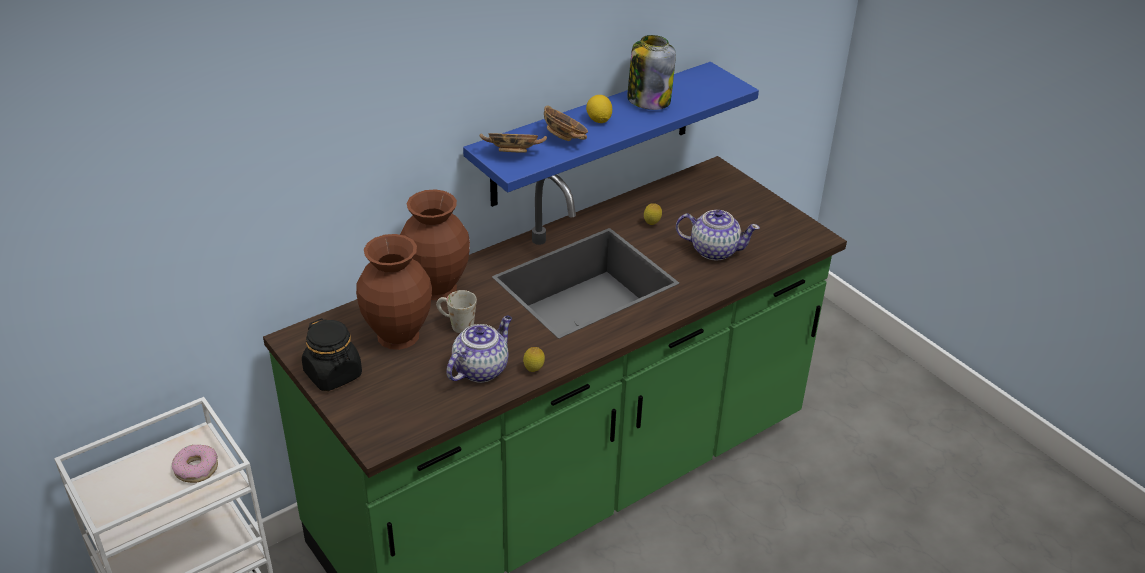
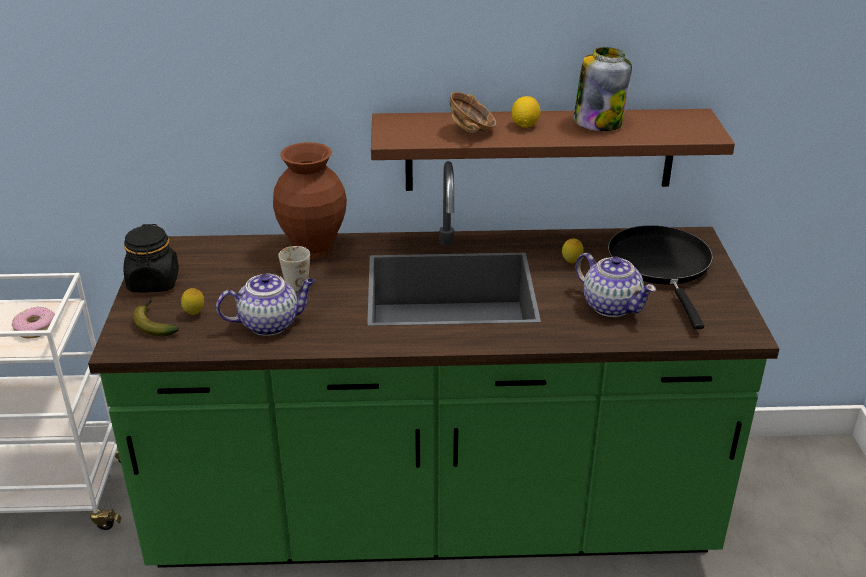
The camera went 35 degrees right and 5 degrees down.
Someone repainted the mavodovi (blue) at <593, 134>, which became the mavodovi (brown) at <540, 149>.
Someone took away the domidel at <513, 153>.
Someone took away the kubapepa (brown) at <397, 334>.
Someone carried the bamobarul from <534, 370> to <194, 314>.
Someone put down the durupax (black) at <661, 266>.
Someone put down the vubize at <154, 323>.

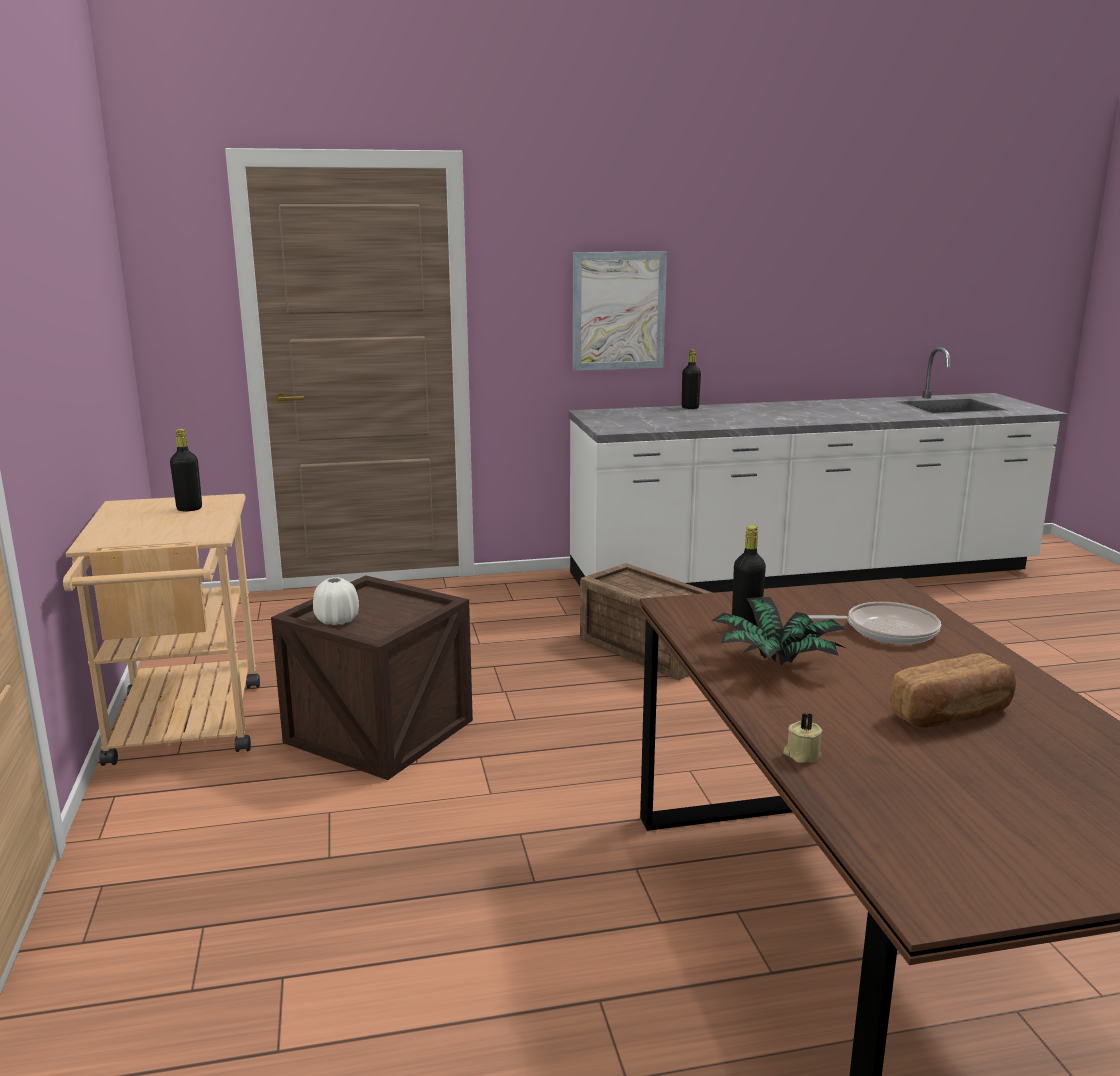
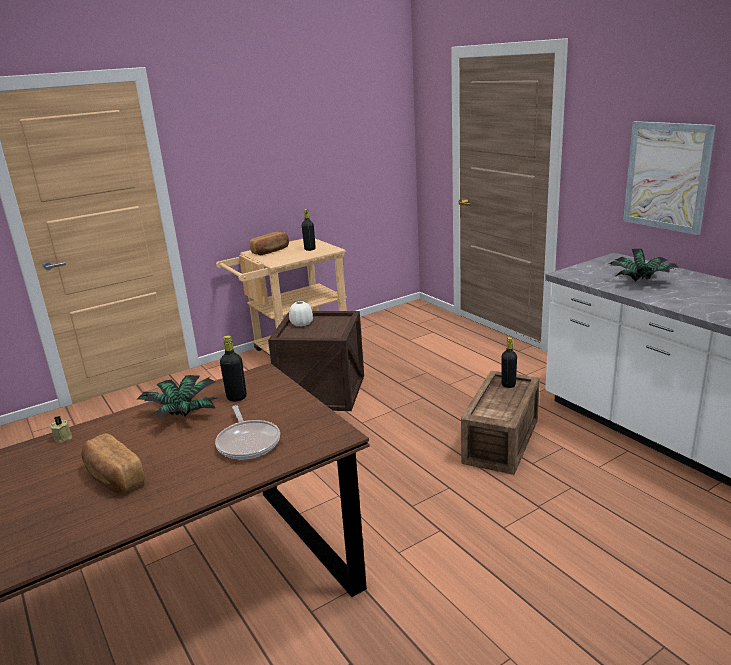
The camera went 70 degrees right and 5 degrees up.
Someone carried the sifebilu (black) from <690, 407> to <508, 385>.
Someone put down the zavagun at <271, 251>.
Someone put down the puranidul at <641, 281>.

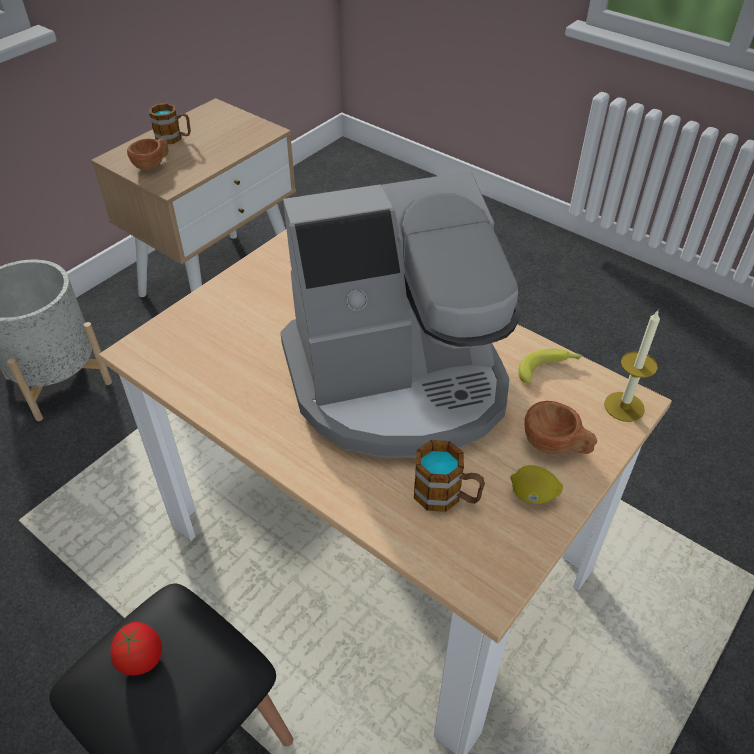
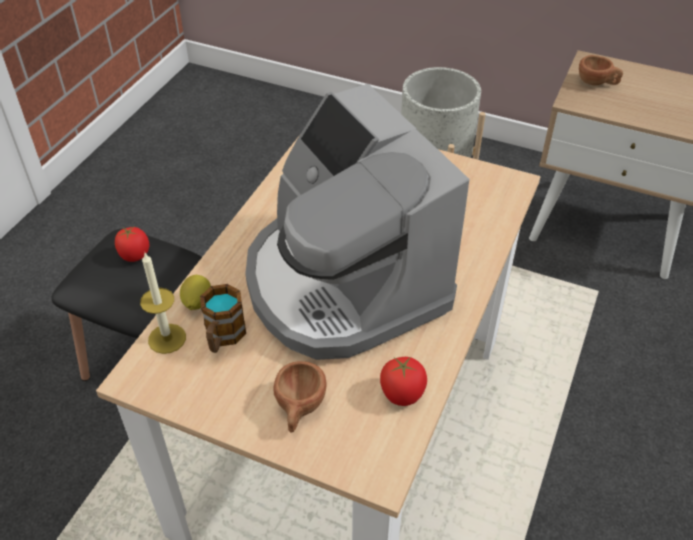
The camera went 75 degrees right and 0 degrees up.
Someone took away the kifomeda at <174, 138>.
Someone carried the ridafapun from <624, 406> to <167, 338>.
Someone swapped the vubize at <549, 369> for the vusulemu at <402, 394>.
Someone carried the bamobarul from <532, 496> to <197, 303>.

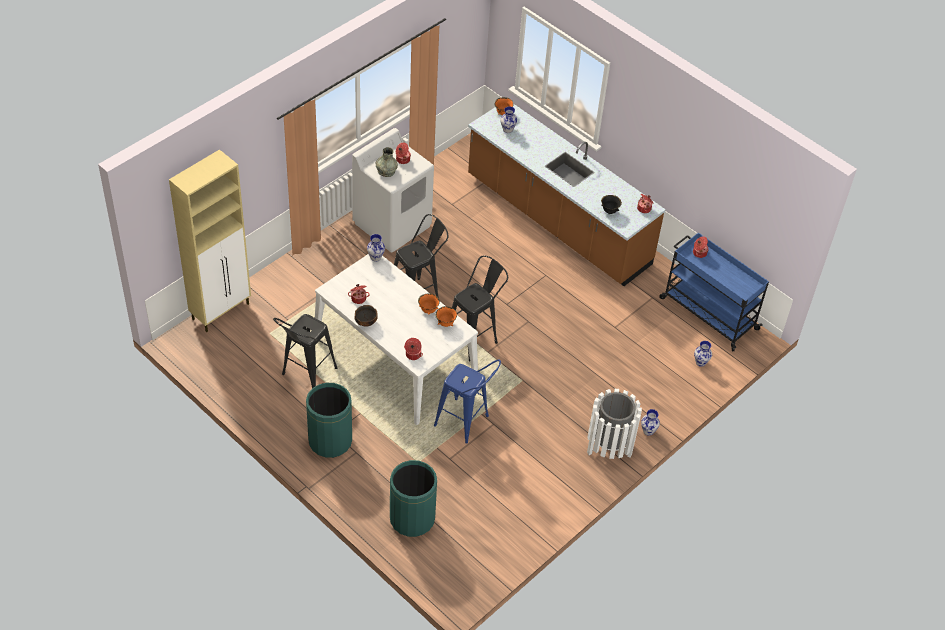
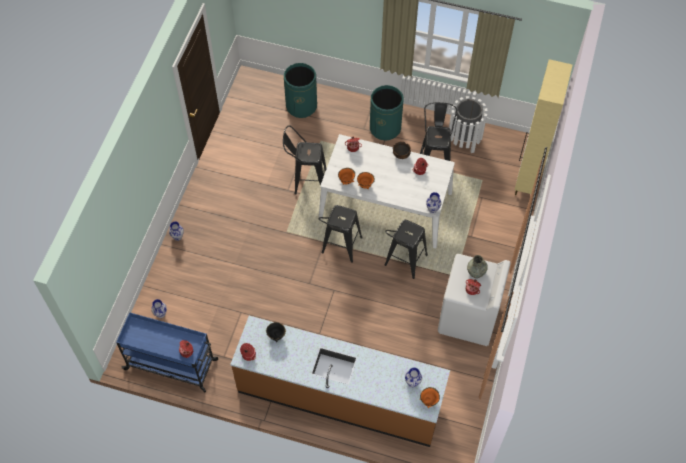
The camera went 155 degrees right and 10 degrees up.
Someone repainted the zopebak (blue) at <466, 424>, which became the zopebak (black) at <306, 181>.
Someone carried the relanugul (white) from <609, 447> to <464, 140>.

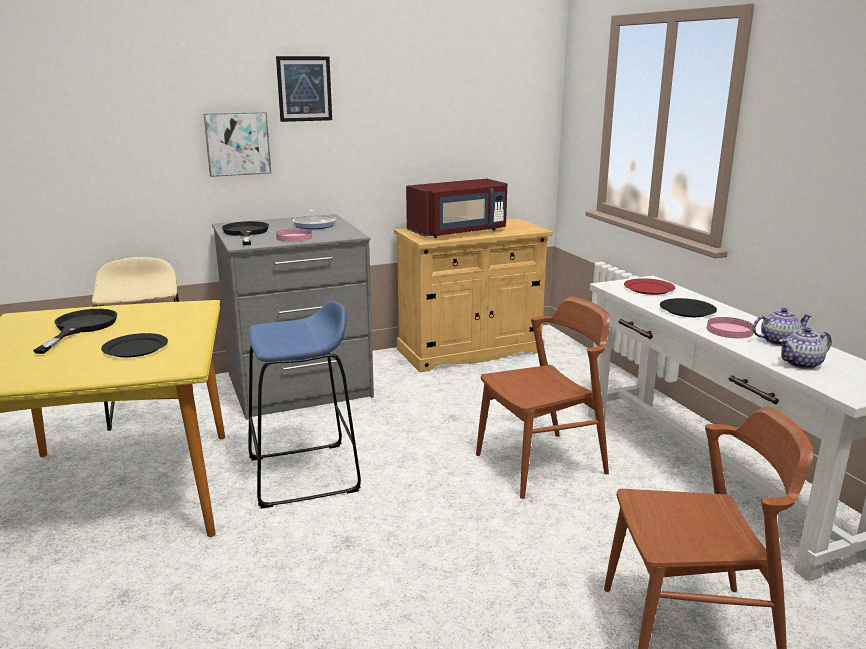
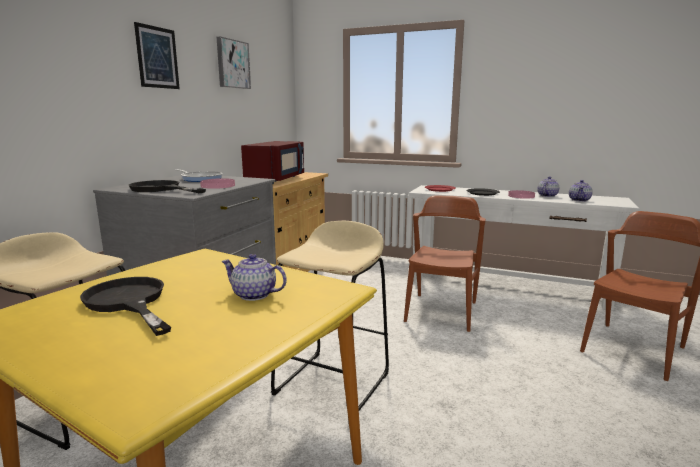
The camera went 45 degrees left and 5 degrees down.
Someone carried the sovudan from <237, 143> to <232, 64>.
Someone repainted the zopebak (blue) at <303, 474>, which became the zopebak (beige) at <333, 383>.
Someone swapped the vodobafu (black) at <135, 348> for the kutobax at <254, 295>.

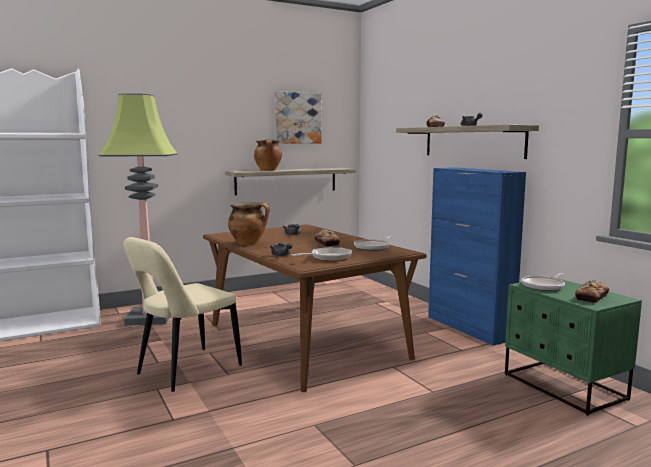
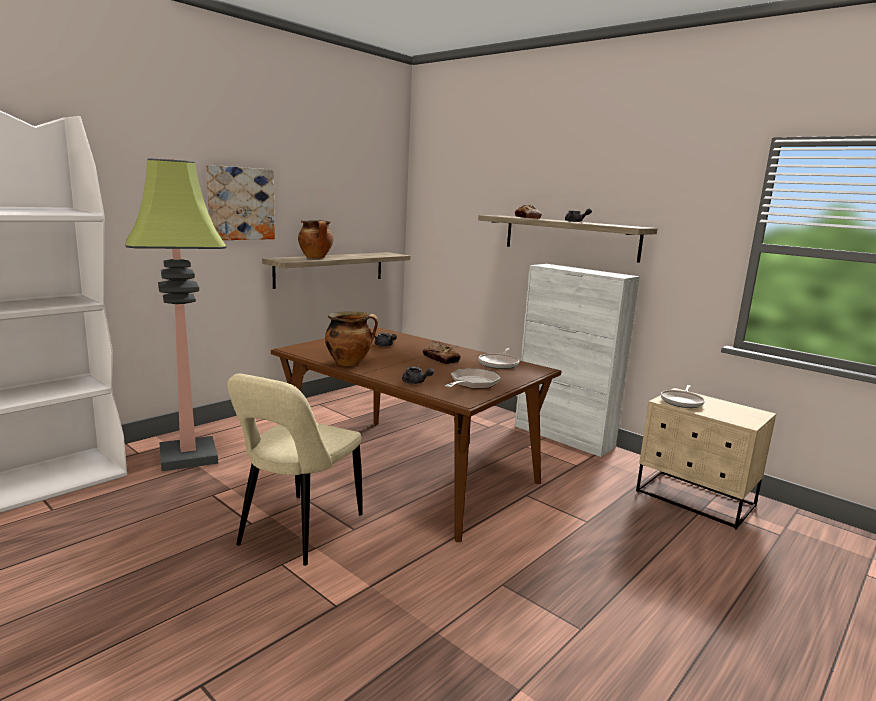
The camera went 20 degrees left and 5 degrees up.
Someone carried the sovudan from <298, 118> to <240, 203>.
Someone repainted the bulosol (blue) at <469, 328>, which became the bulosol (white) at <563, 437>.
Someone repainted the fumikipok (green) at <563, 387>, which became the fumikipok (beige) at <695, 499>.
Someone took away the zavagun at <591, 297>.

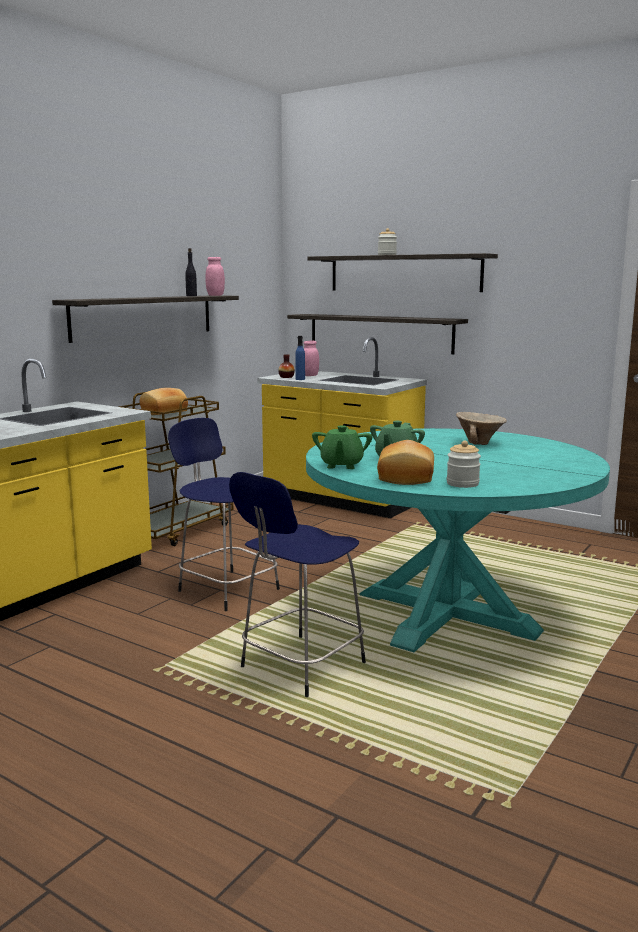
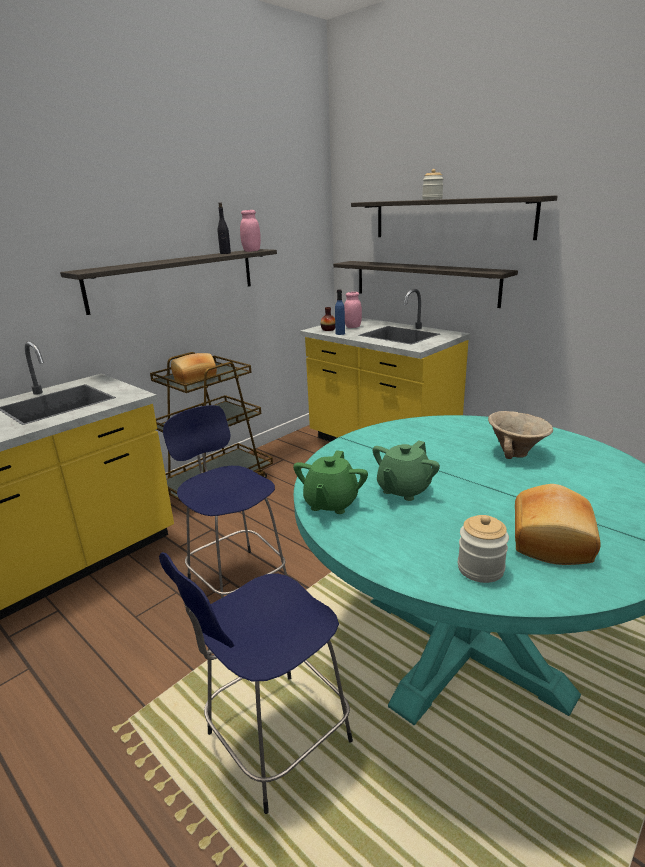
The camera went 10 degrees right and 10 degrees up.
Someone carried the zavagun from <407, 477> to <554, 540>.

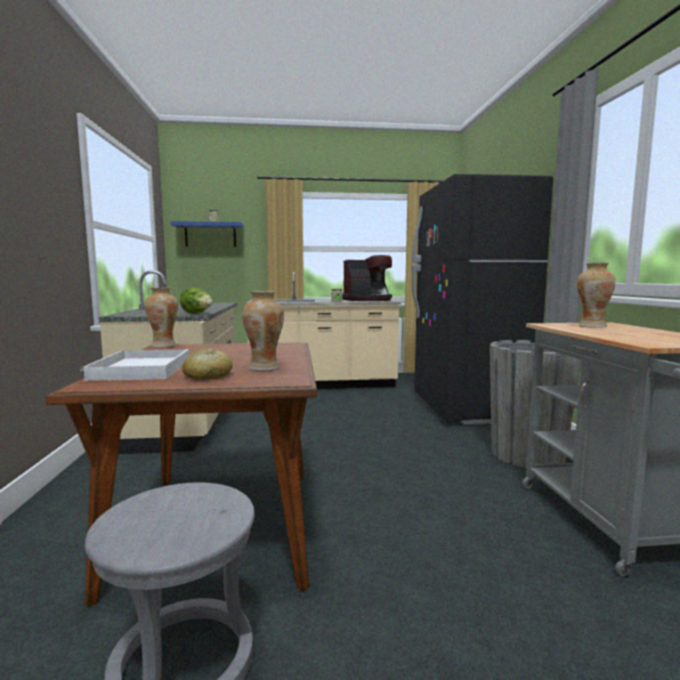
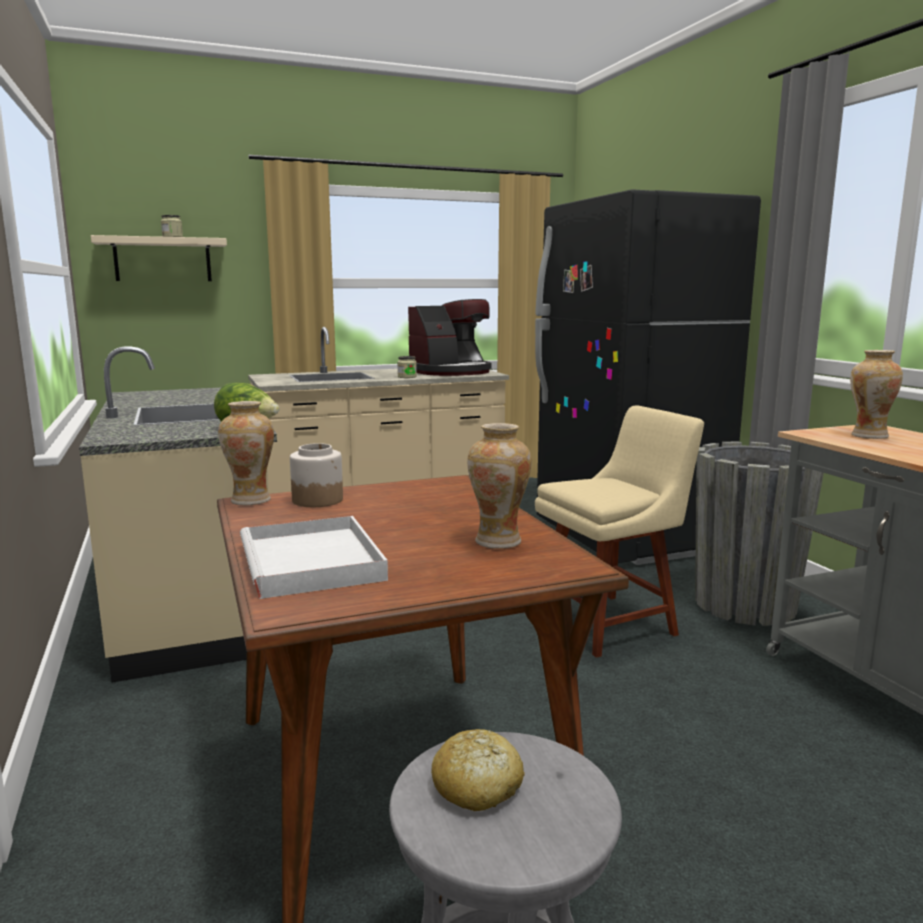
The camera went 15 degrees left and 5 degrees up.
Someone repainted the mavodovi (blue) at <210, 235>, which became the mavodovi (beige) at <163, 260>.
Someone carried the zavagun from <208, 376> to <477, 786>.
Someone put down the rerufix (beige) at <611, 622>.
Someone put down the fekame at <317, 500>.

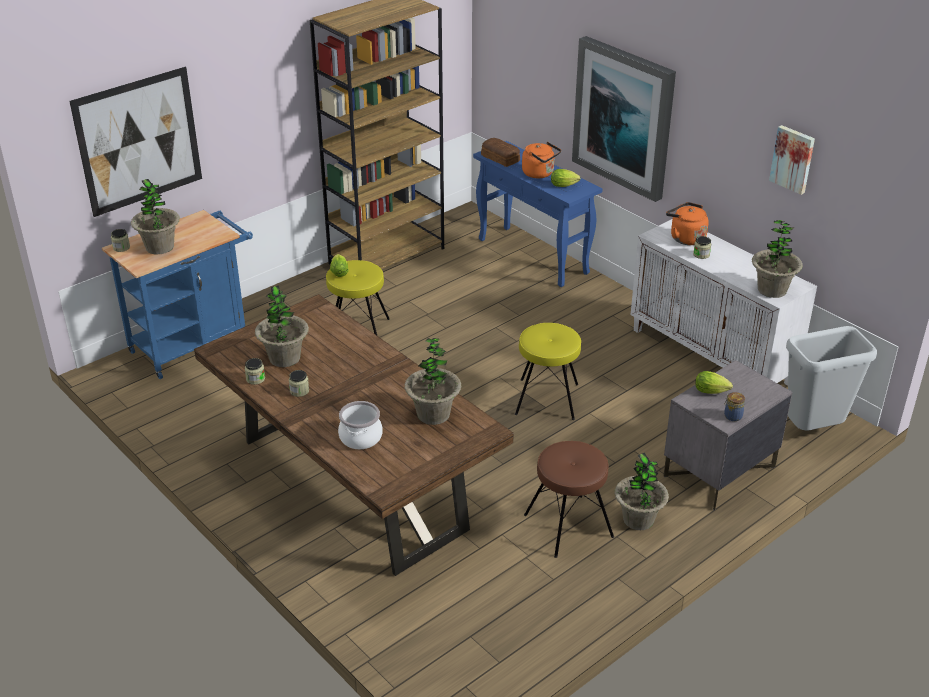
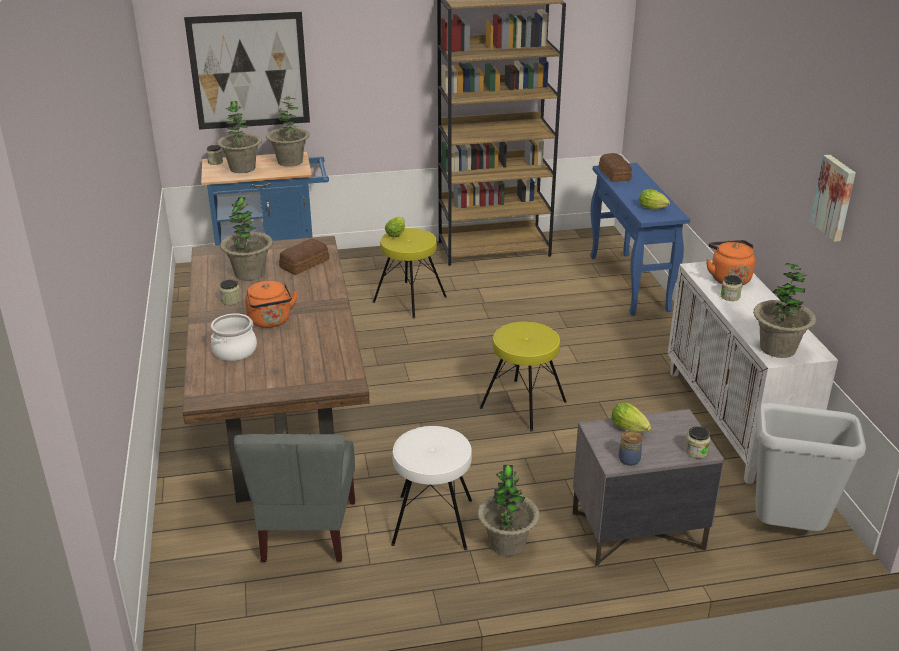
The camera went 30 degrees right and 5 degrees down.
Someone took away the sovudan at <624, 117>.
Someone carried the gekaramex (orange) from <540, 174> to <271, 321>.
Someone carried the puranidul from <433, 414> to <290, 162>.
Someone carried the fekame from <255, 379> to <696, 451>.
Someone repainted the zopebak (brown) at <569, 526>, which became the zopebak (white) at <433, 522>.
Someone put down the zavagun at <303, 264>.
Someone put down the rerufix (grey) at <307, 532>.

